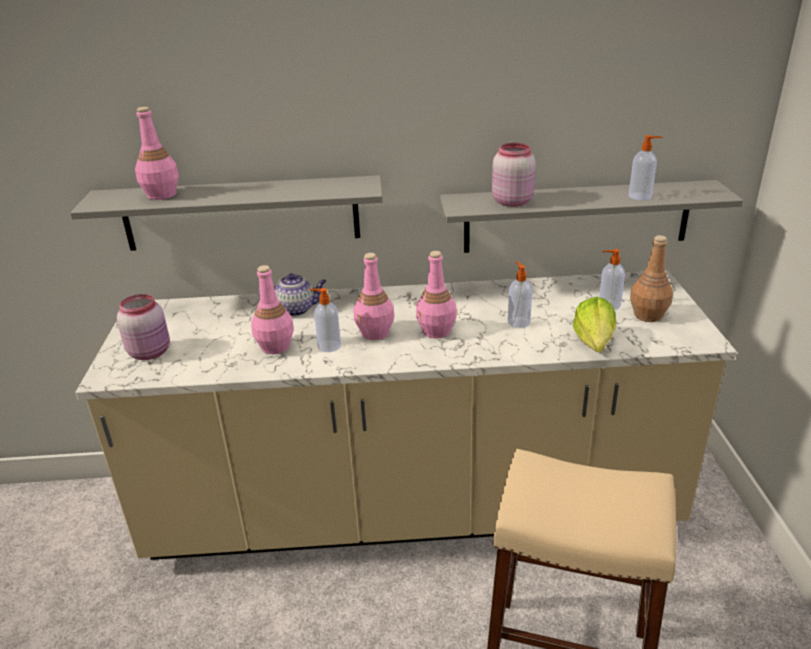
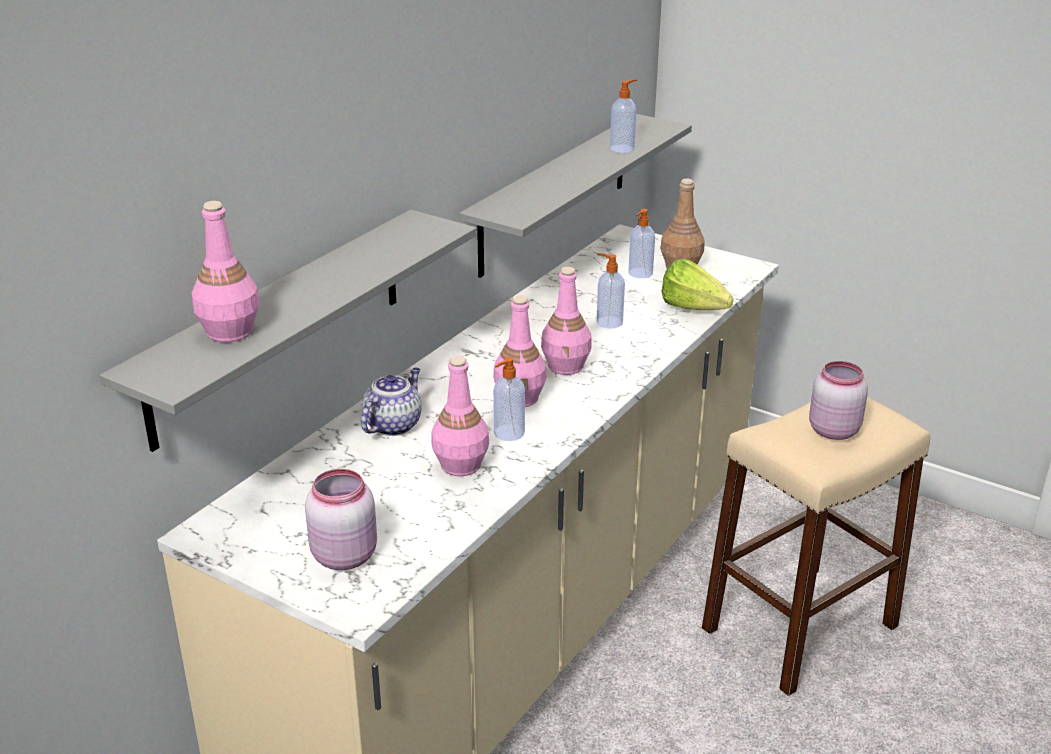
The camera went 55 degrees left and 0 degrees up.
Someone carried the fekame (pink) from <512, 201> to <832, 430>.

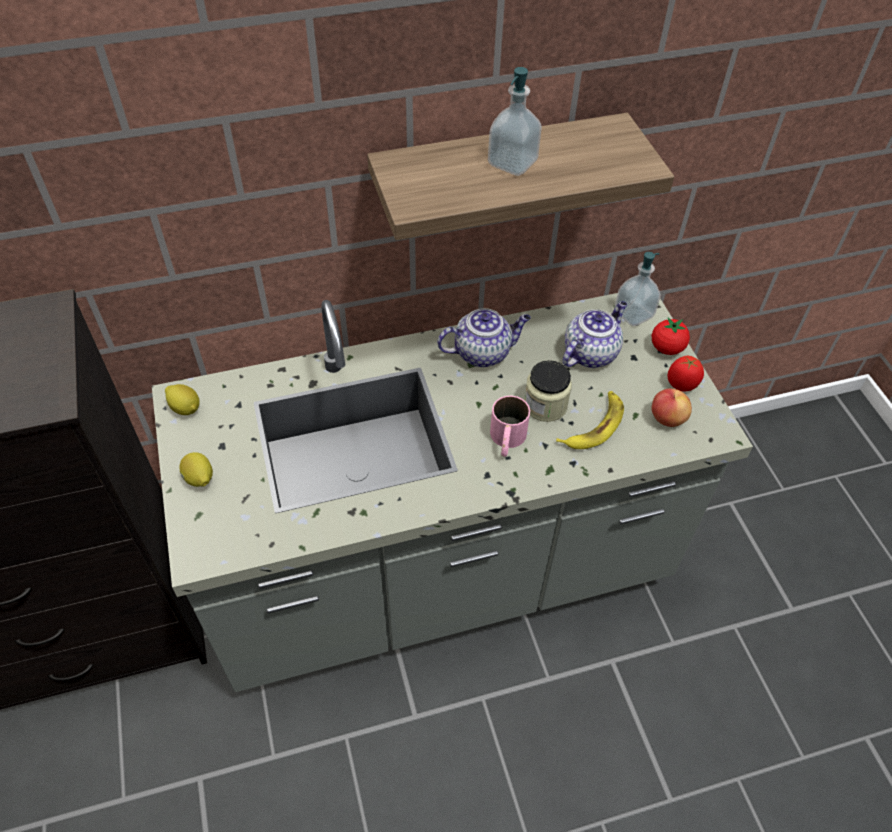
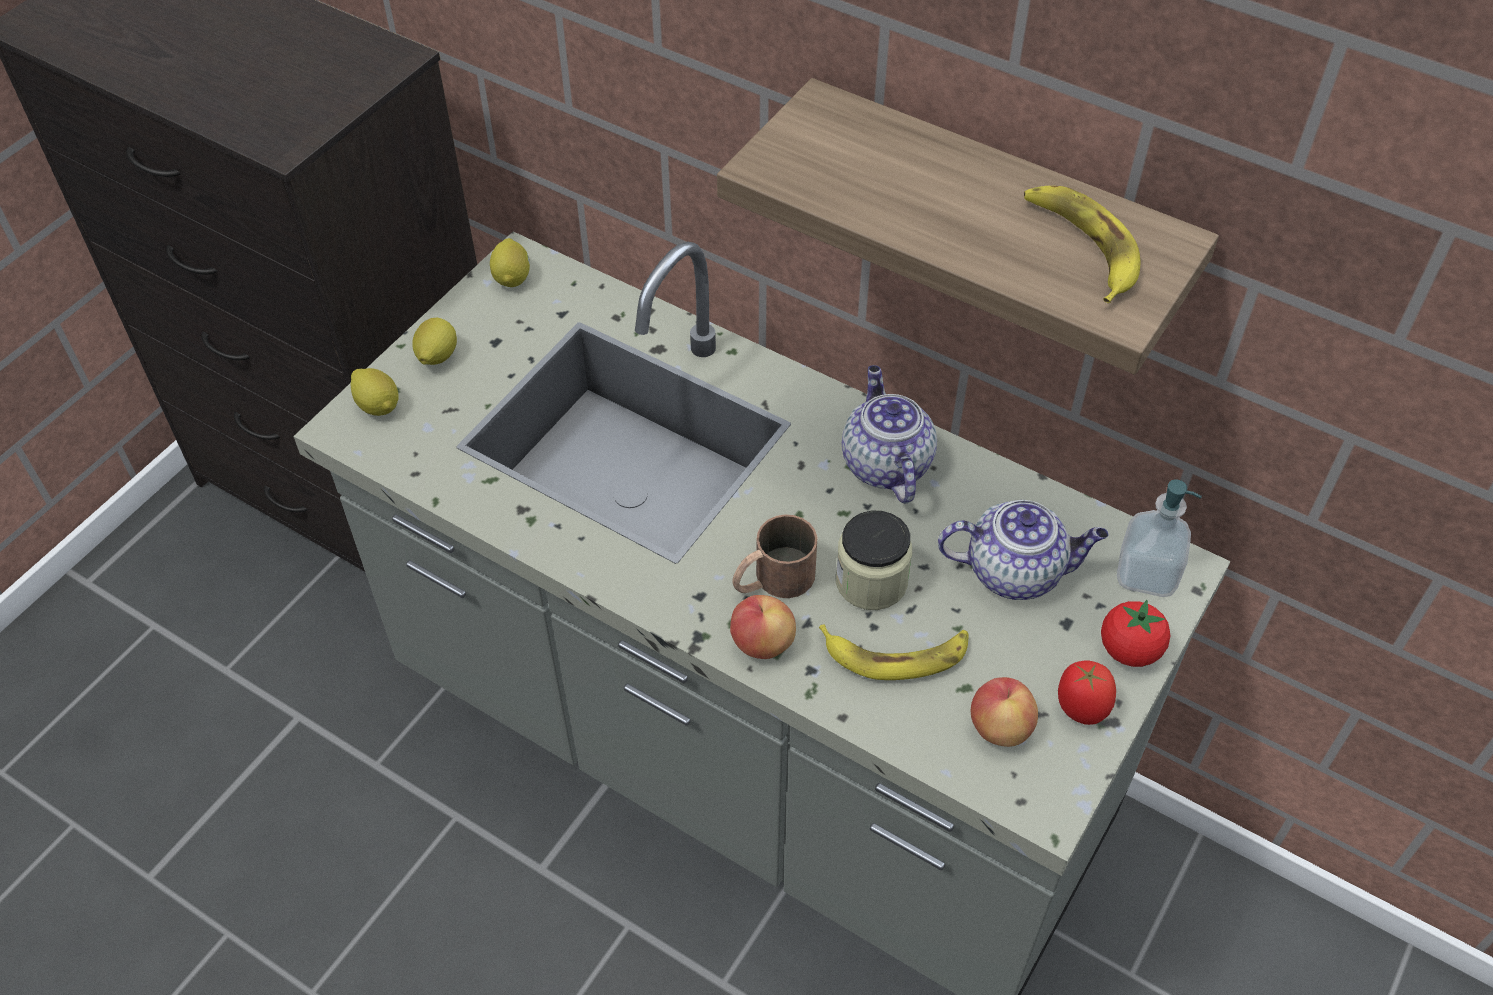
The camera went 50 degrees right and 0 degrees up.
Someone took away the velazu at <512, 163>.
Someone rotated the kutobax at <483, 352> by 135 degrees counterclockwise.
Someone repainted the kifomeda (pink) at <507, 440>, which became the kifomeda (brown) at <772, 580>.
Someone put down the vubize at <1081, 246>.
Someone put down the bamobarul at <378, 405>.
Someone put down the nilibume at <762, 643>.

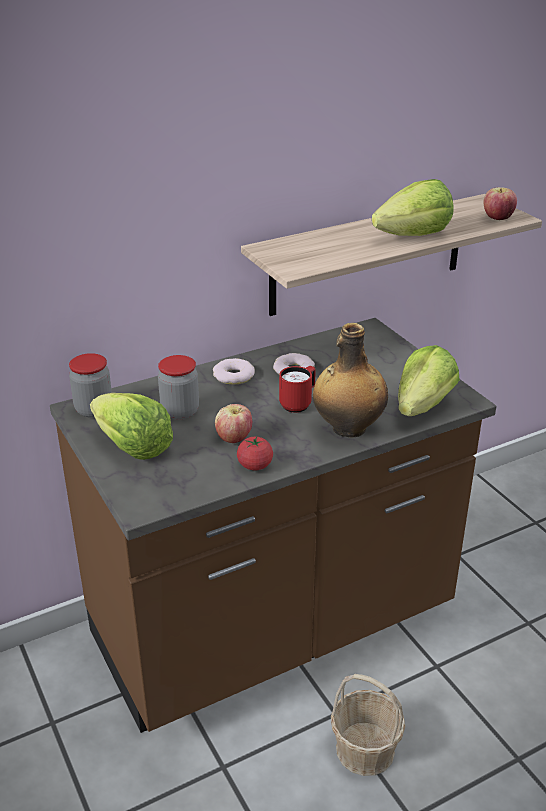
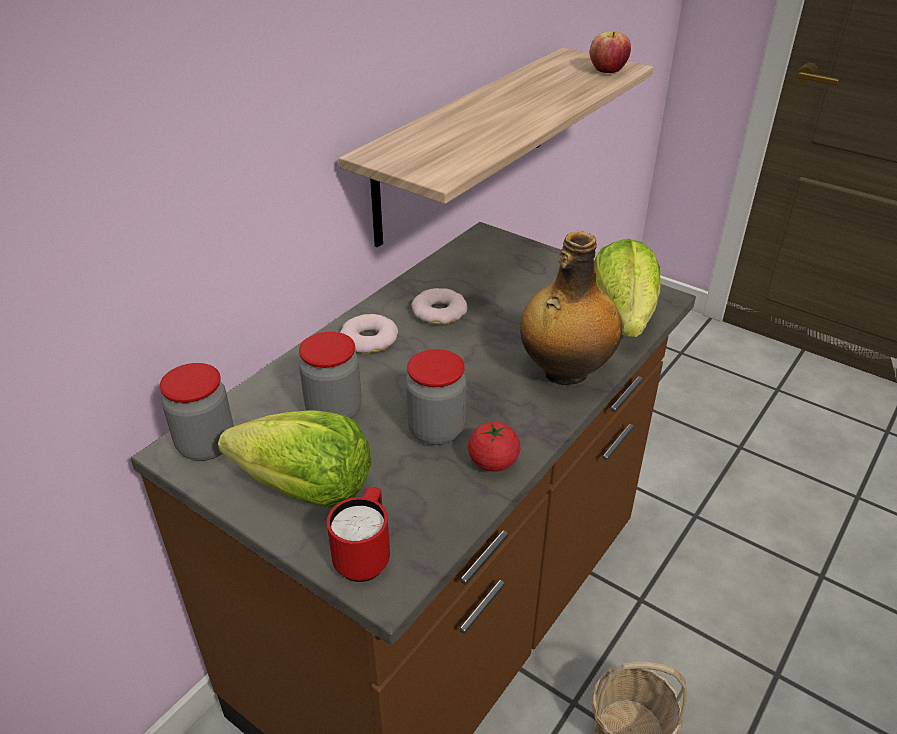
The camera went 25 degrees left and 5 degrees up.
Someone took away the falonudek at <414, 235>.
Someone carried the kifomeda (red) from <298, 403> to <365, 556>.
Someone swapped the nilibume at <234, 438> for the fekame at <436, 430>.

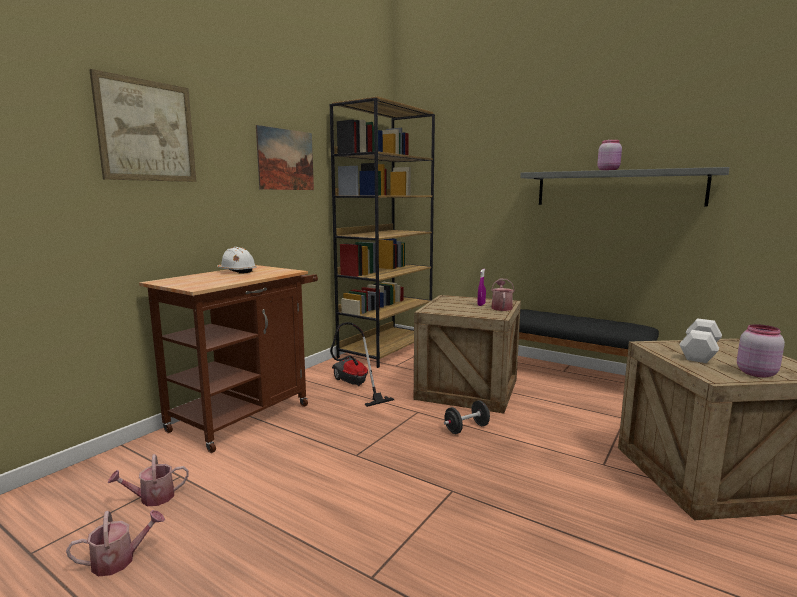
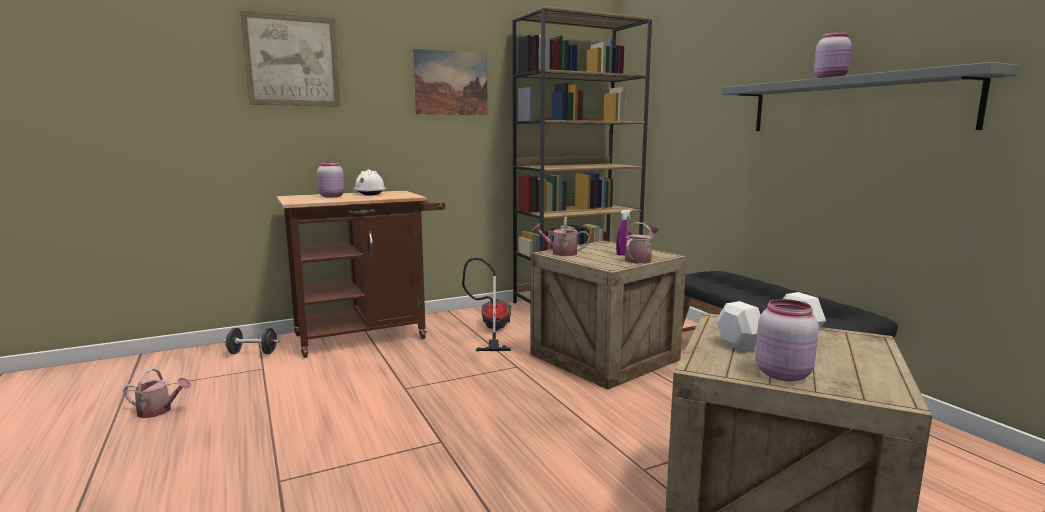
The camera went 30 degrees right and 0 degrees up.
Someone carried the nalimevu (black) from <466, 428> to <252, 353>.
Someone carried the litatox from <152, 498> to <560, 253>.
Someone put down the fekame (pink) at <331, 196>.

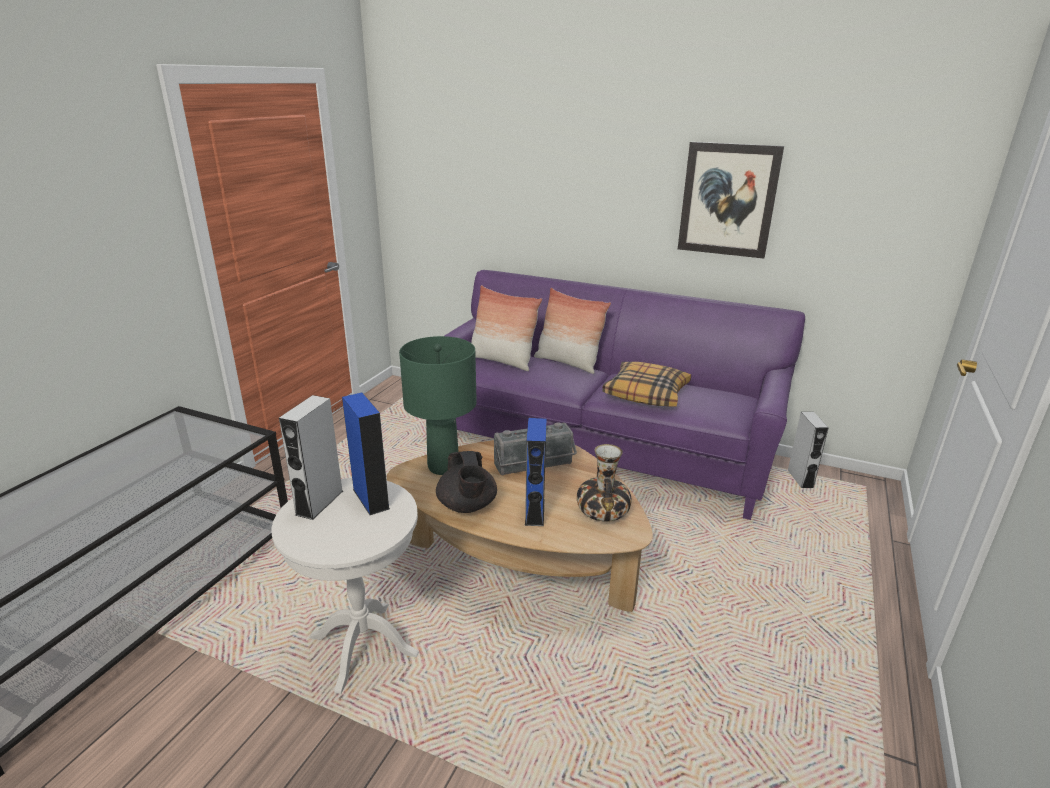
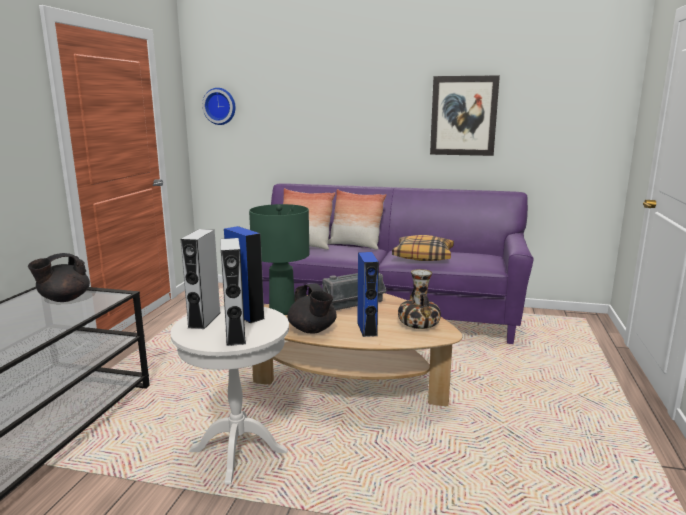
The camera went 10 degrees left and 10 degrees down.
Someone carried the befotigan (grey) from <800, 479> to <235, 335>.
Someone put up the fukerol at <220, 106>.
Someone put down the kutobax (black) at <64, 299>.

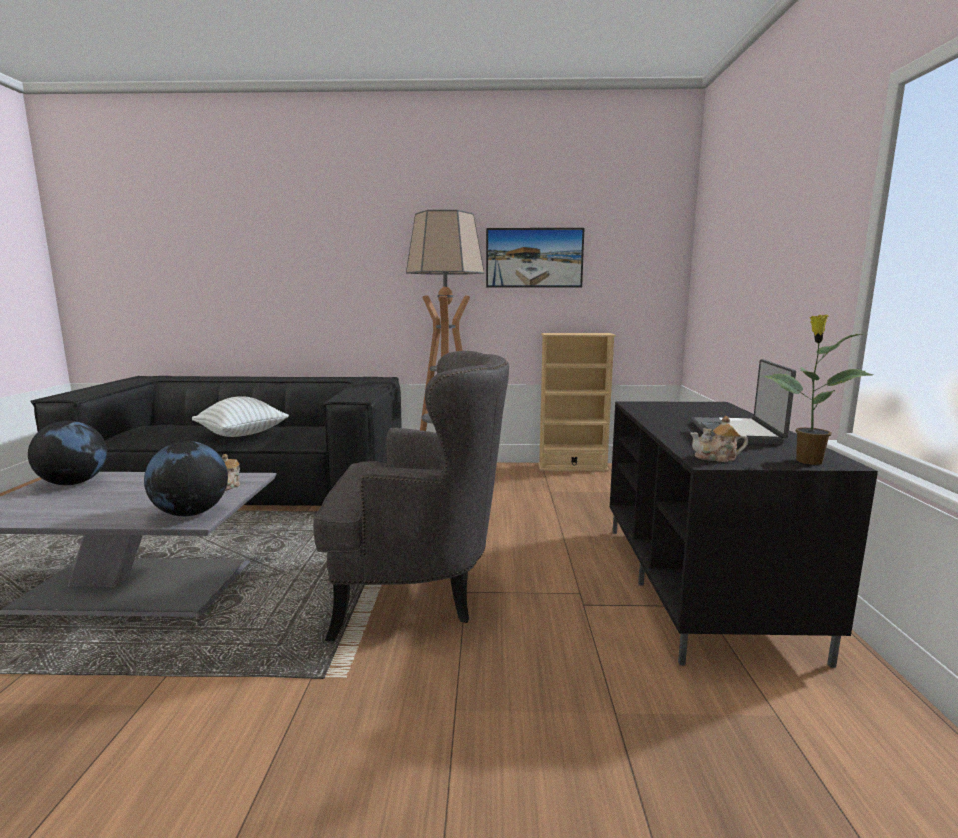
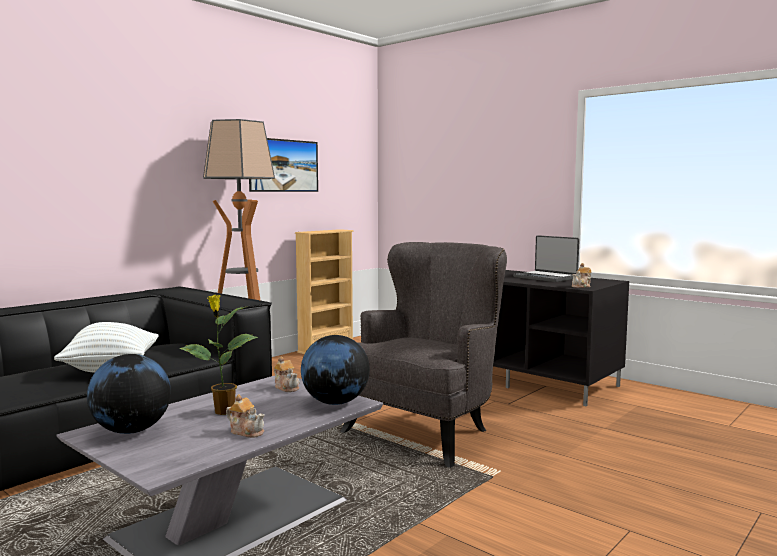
The camera went 50 degrees left and 5 degrees down.
Someone carried the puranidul from <807, 461> to <223, 412>.
Someone put down the kutobax at <247, 431>.

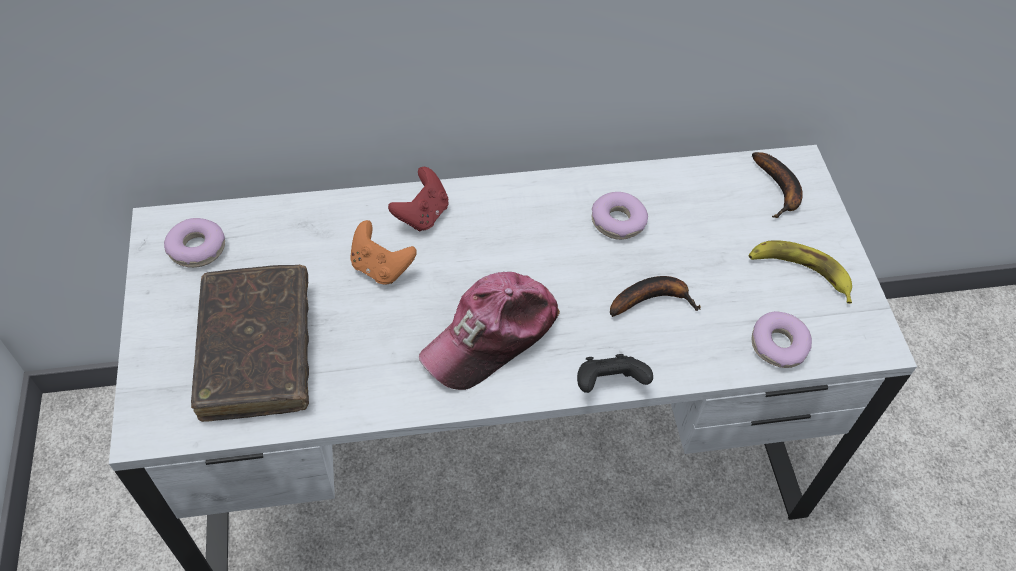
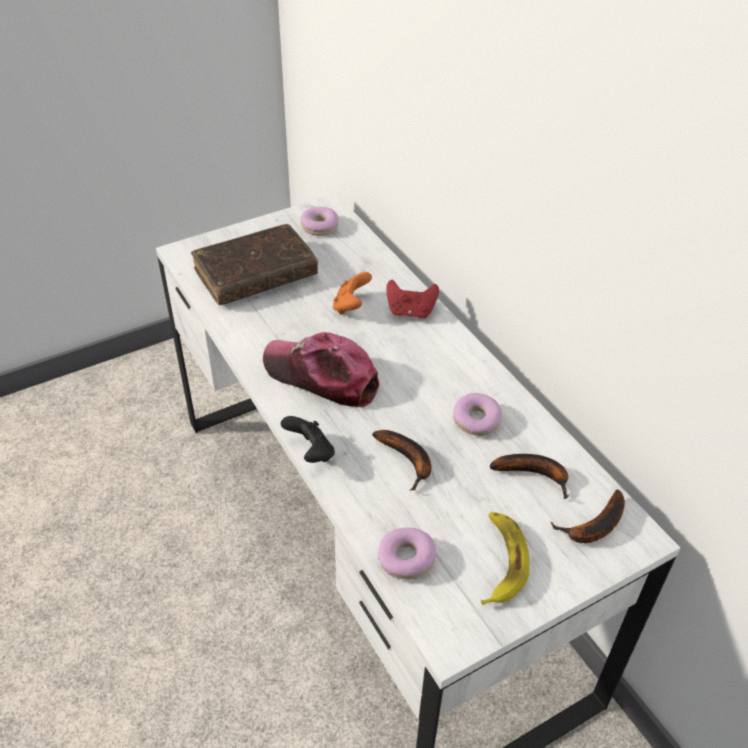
The camera went 70 degrees right and 10 degrees down.
Someone put down the vubize at <535, 474>.

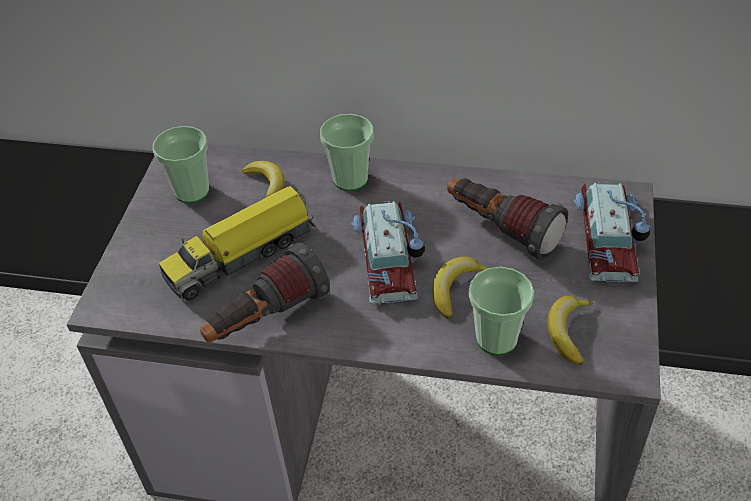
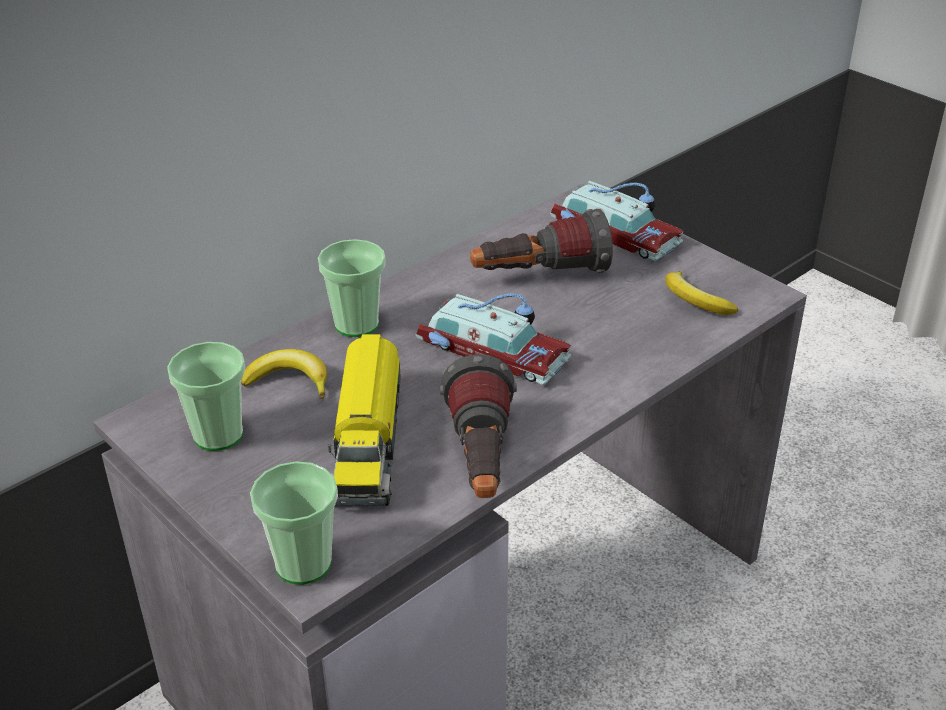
The camera went 55 degrees left and 10 degrees down.
Someone took away the vubize at <456, 289>.
Someone carried the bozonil from <496, 338> to <303, 564>.

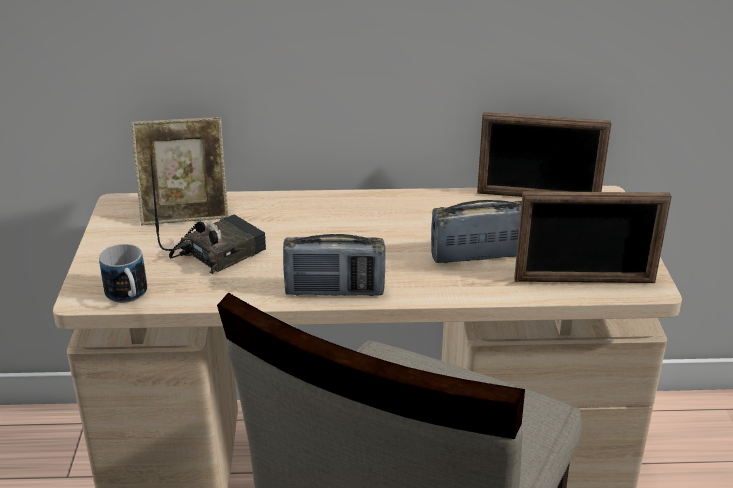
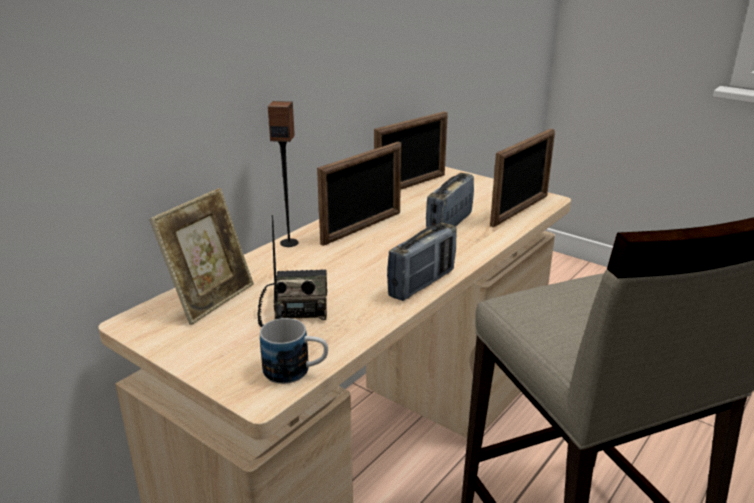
The camera went 50 degrees left and 5 degrees down.
Someone put down the befotigan at <289, 243>.
Someone put down the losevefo at <362, 228>.

